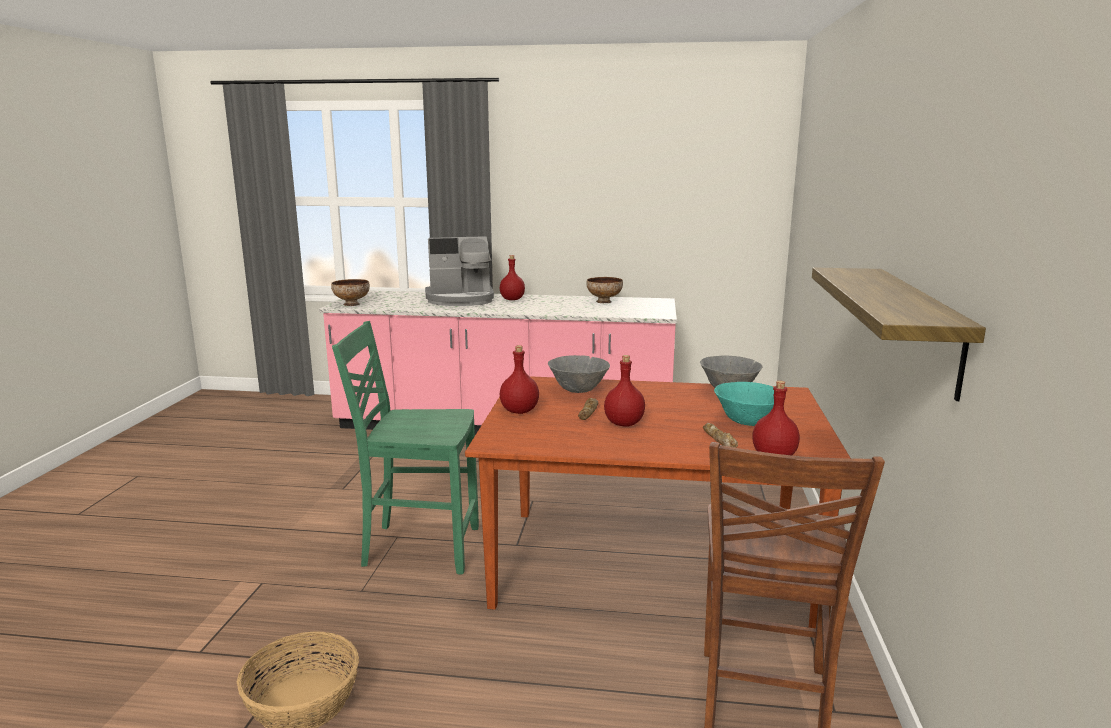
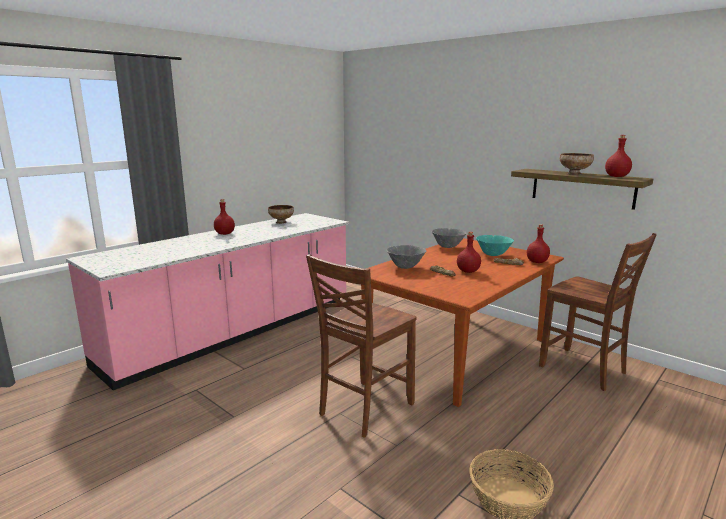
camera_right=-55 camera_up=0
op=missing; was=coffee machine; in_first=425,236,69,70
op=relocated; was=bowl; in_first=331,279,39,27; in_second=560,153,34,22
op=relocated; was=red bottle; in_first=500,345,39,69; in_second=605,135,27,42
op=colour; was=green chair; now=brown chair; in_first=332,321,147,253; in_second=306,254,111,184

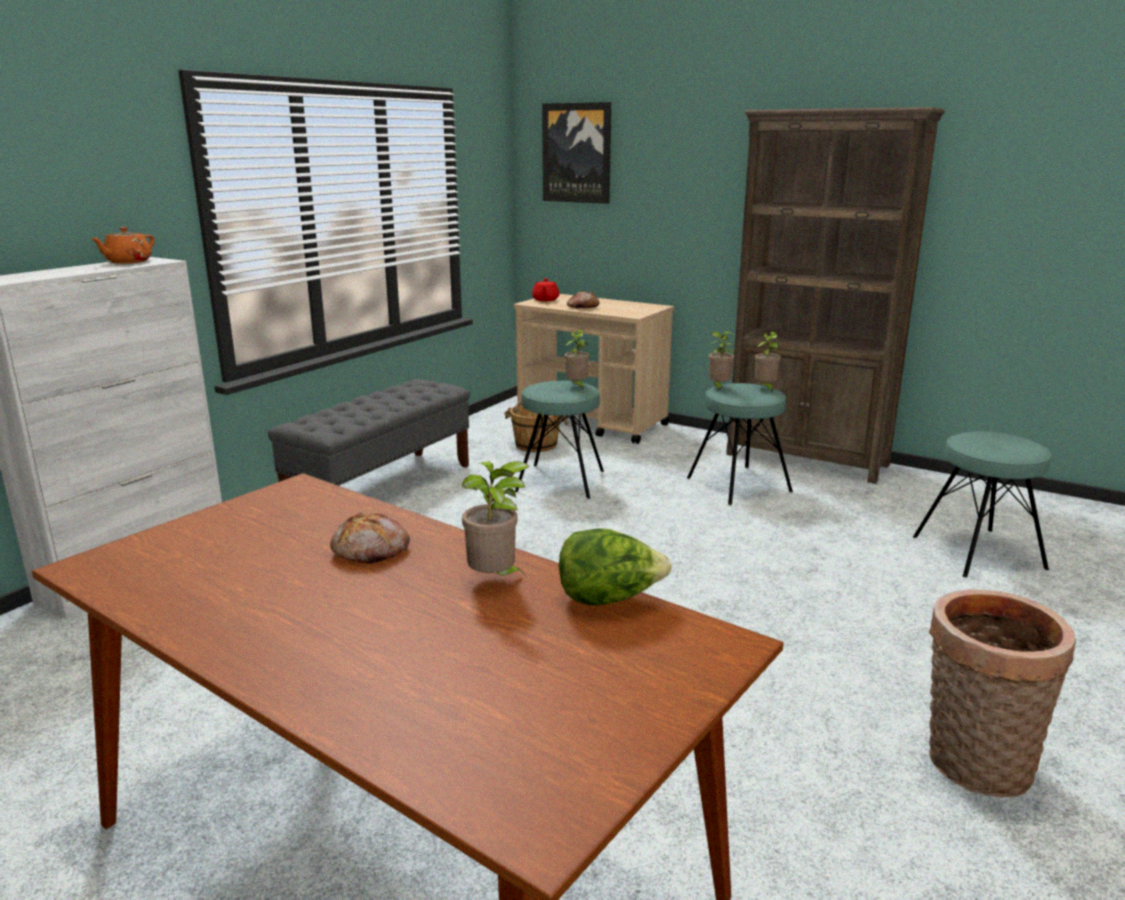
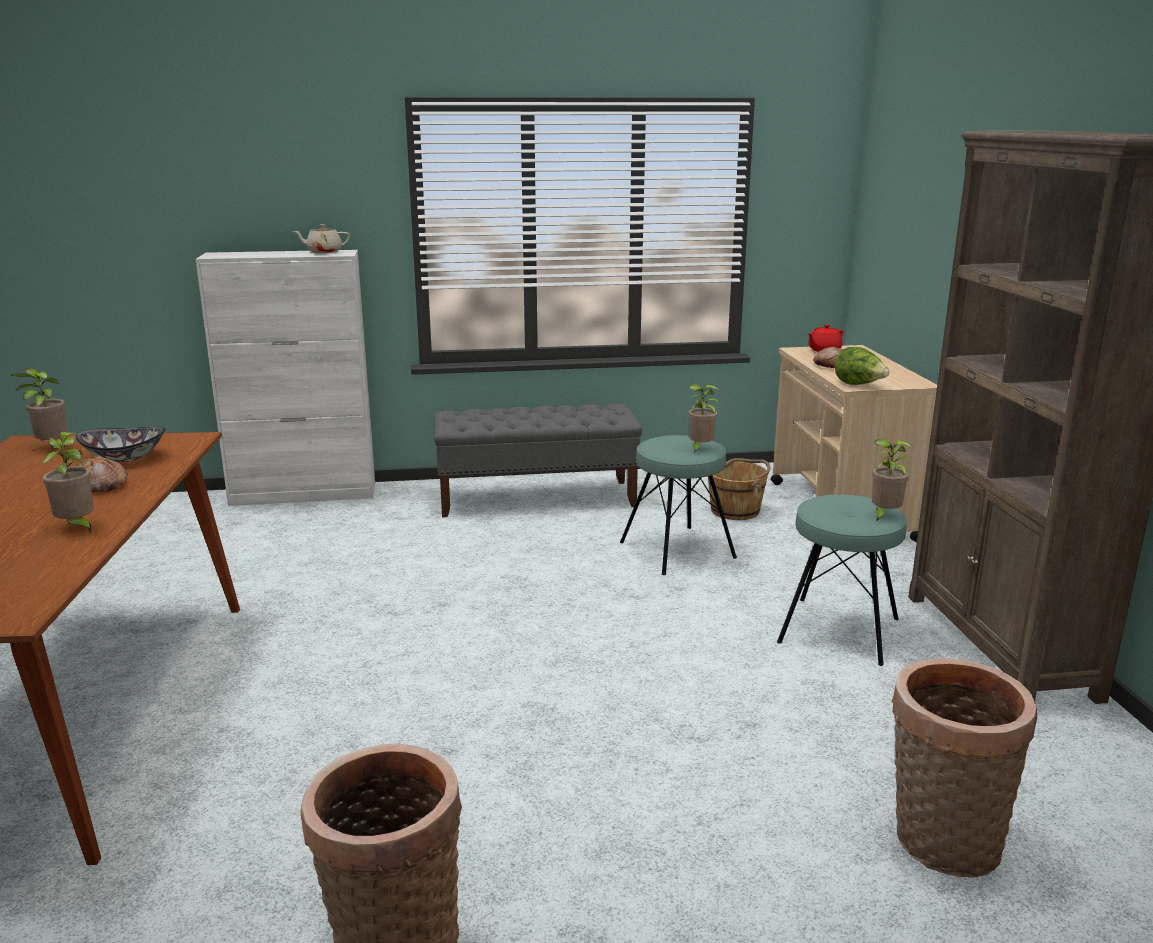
camera_right=50 camera_up=0
op=missing; was=picture; in_first=542,102,69,102
op=appeared; now=bowl; in_second=76,427,89,35
op=relocated; was=lettuce; in_first=558,528,114,78; in_second=835,347,55,38
op=relocated; was=potted plant; in_first=709,331,26,60; in_second=11,368,57,79
op=exchanged; was=turquoise stool; now=basket; in_first=913,431,138,146; in_second=891,658,146,220
op=colour; was=orange teapot; now=beige teapot; in_first=91,227,63,37; in_second=293,224,57,29

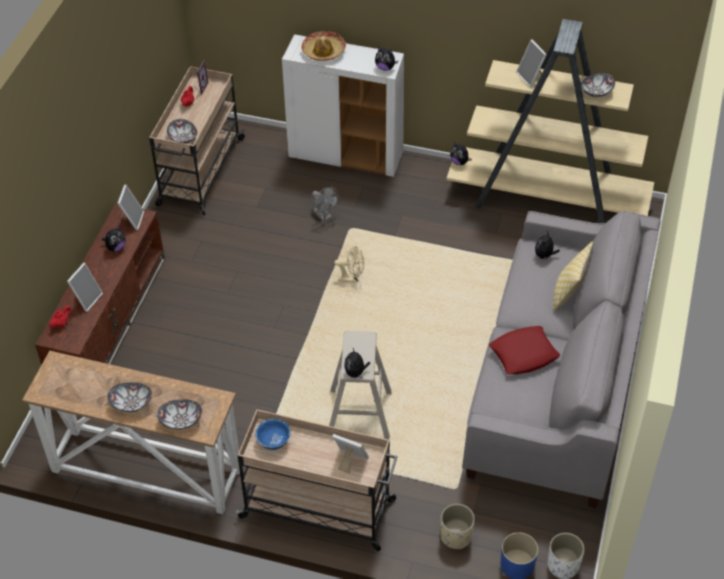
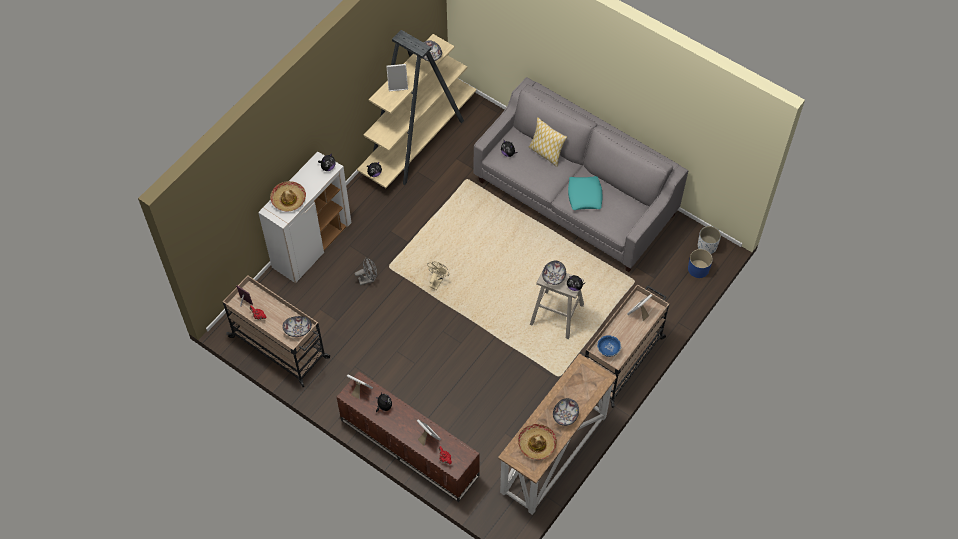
camera_right=-70 camera_up=10
op=missing; was=beige planter; in_first=441,504,34,46
op=appeared; now=hat; in_second=518,424,39,36
op=relocated; was=bowl; in_first=157,399,45,31; in_second=542,261,24,24
op=colour; was=red pillow; now=turquoise pillow; in_first=489,326,71,49; in_second=568,176,35,34

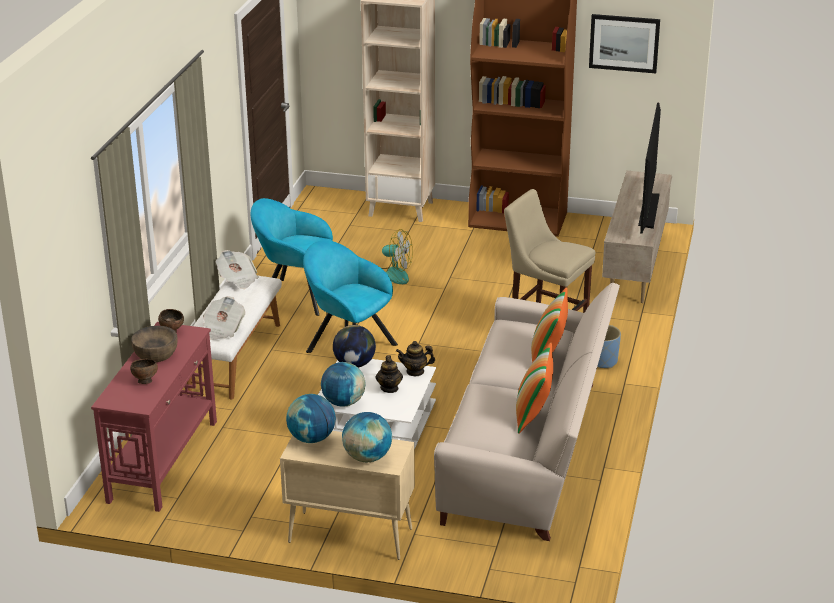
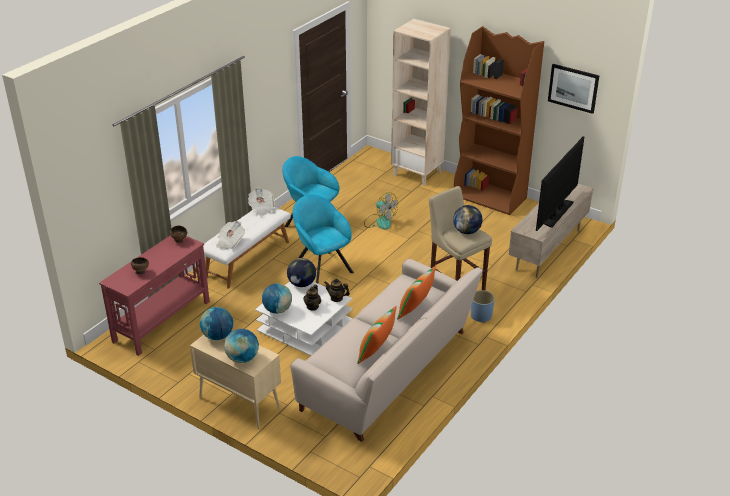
camera_right=20 camera_up=5
op=missing; was=brown bowl; in_first=131,326,47,36
op=appeared; now=globe; in_second=453,205,30,29

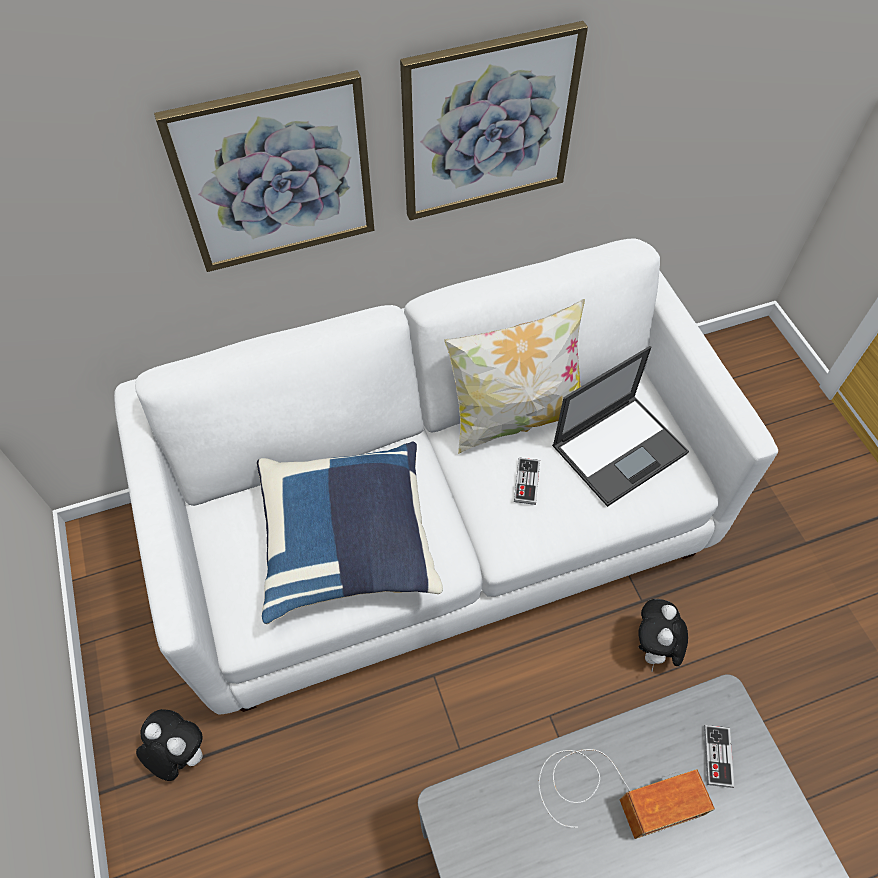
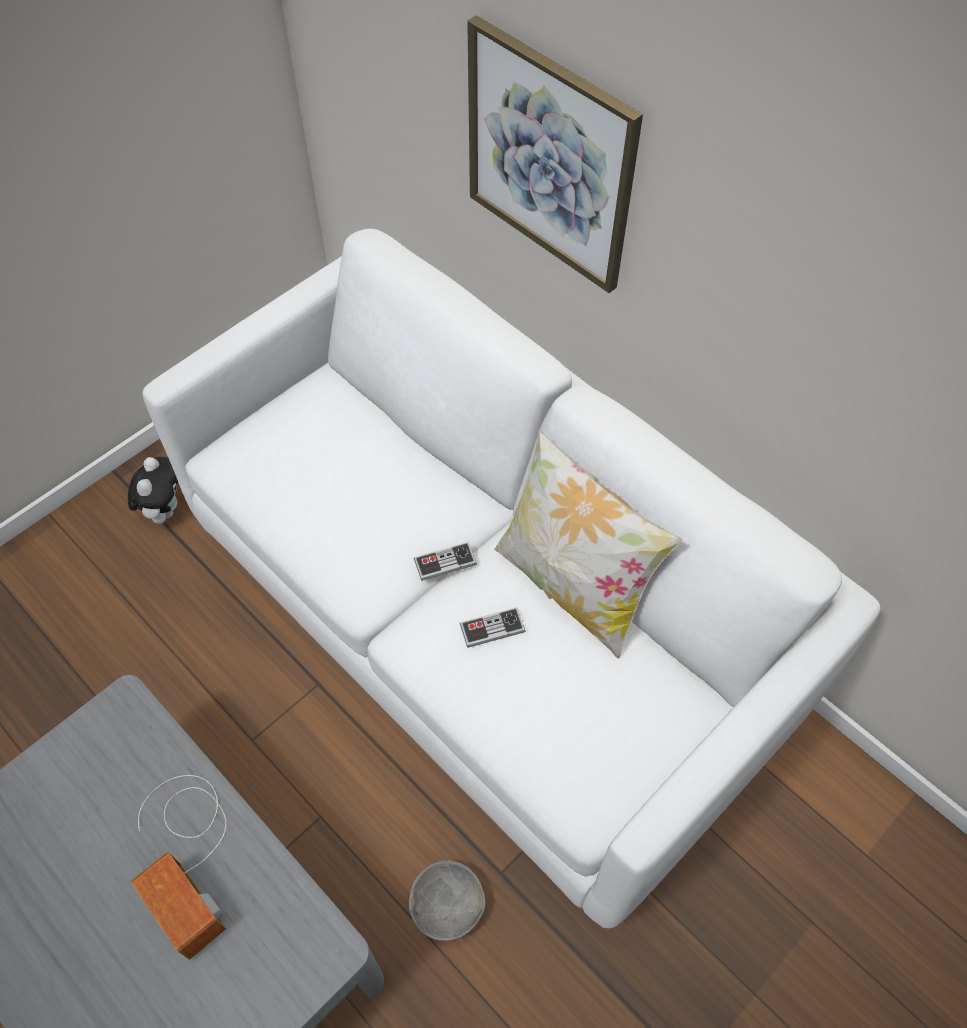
camera_right=65 camera_up=0
op=missing; was=blue pillow; in_first=257,441,186,183
op=missing; was=picture; in_first=400,21,188,199
op=missing; was=laptop; in_first=552,346,137,161
op=relocated; was=game controller; in_first=704,725,30,63; in_second=414,542,63,39
op=exchanged; was=plush toy; now=grey bowl; in_first=638,599,50,73; in_second=409,860,76,81

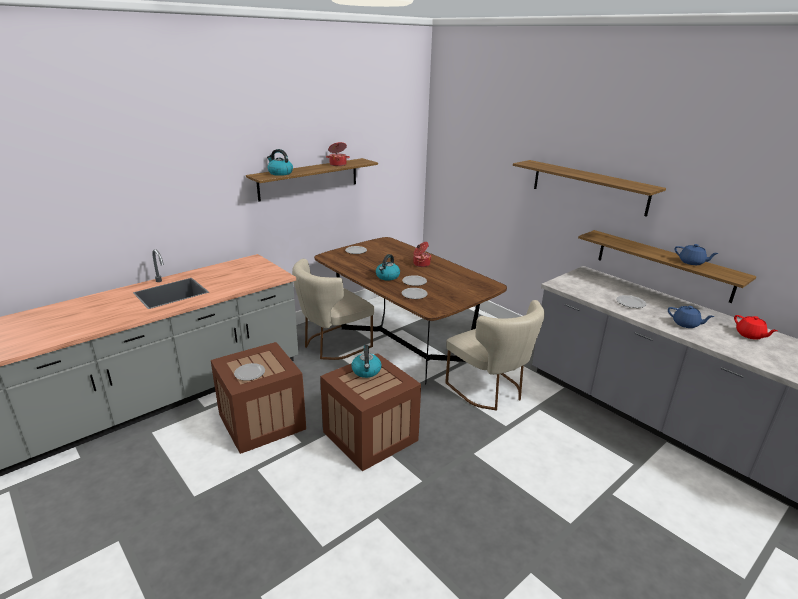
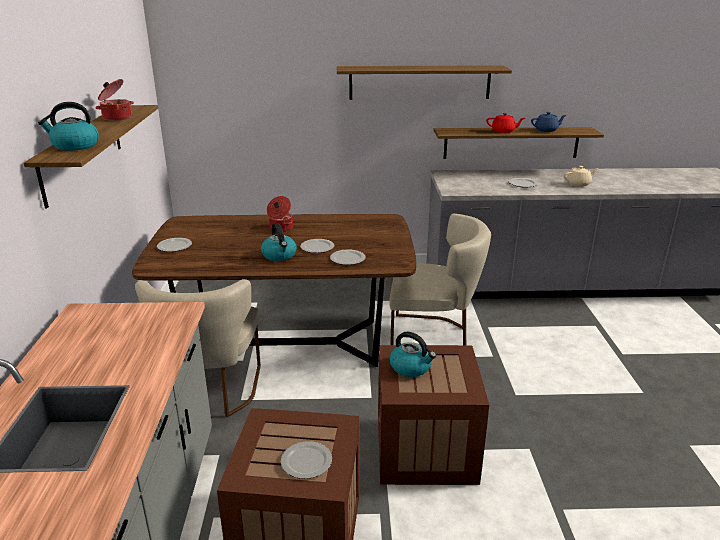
camera_right=-50 camera_up=0
op=relocated; was=red teapot; in_first=734,315,43,25; in_second=486,113,39,20
op=colour; was=blue teapot; now=beige teapot; in_first=668,306,46,22; in_second=564,166,35,21

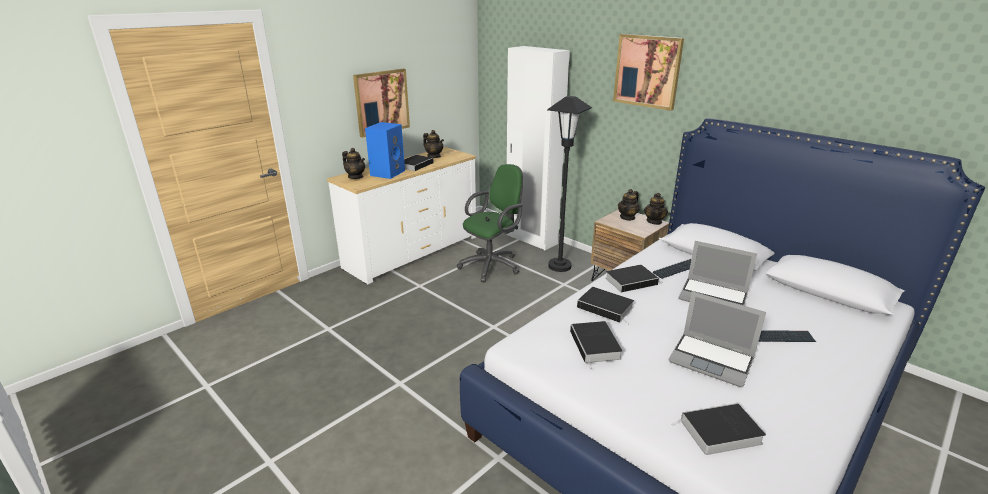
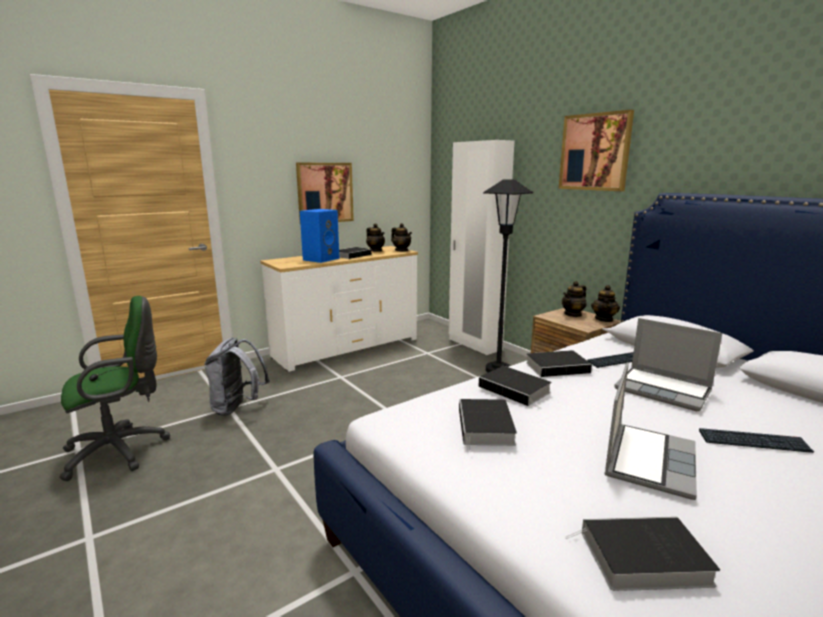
camera_right=10 camera_up=-10
op=appeared; now=grey backpack; in_second=204,338,66,78
op=relocated; was=teapot; in_first=342,148,23,31; in_second=391,223,21,28
op=relocated; was=green office chair; in_first=457,164,66,118; in_second=59,296,111,185
op=spun; was=laptop; in_first=668,291,98,96; in_second=605,362,92,138; clockwise=-105

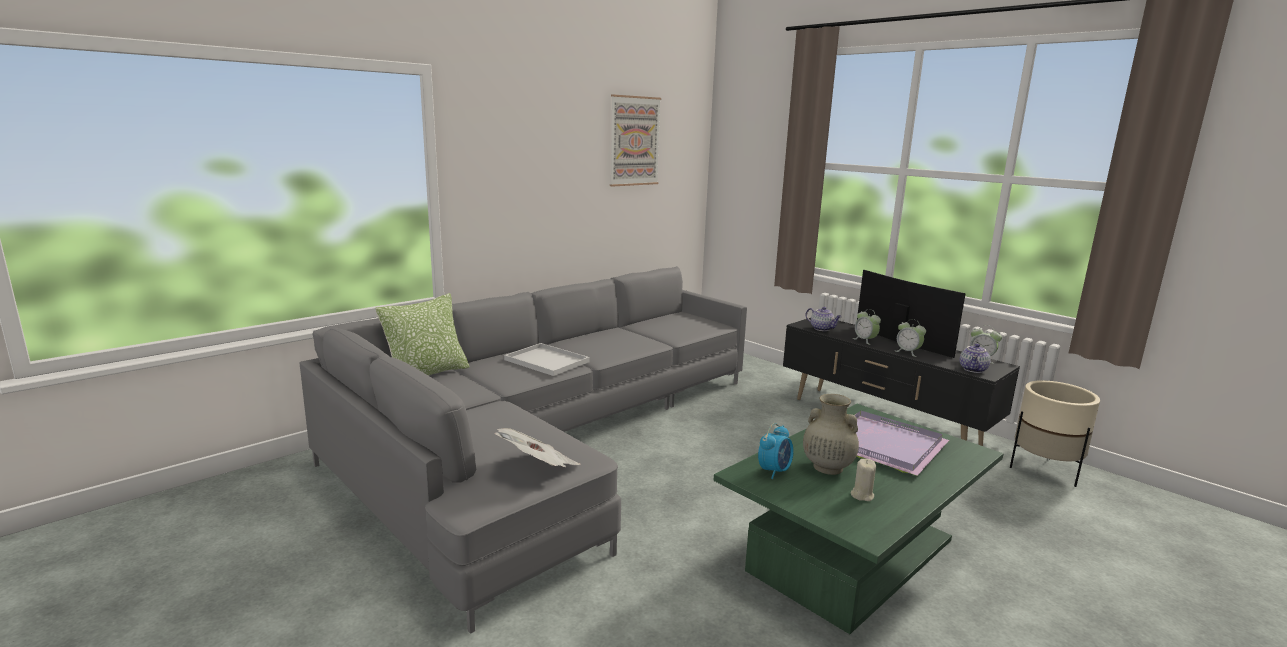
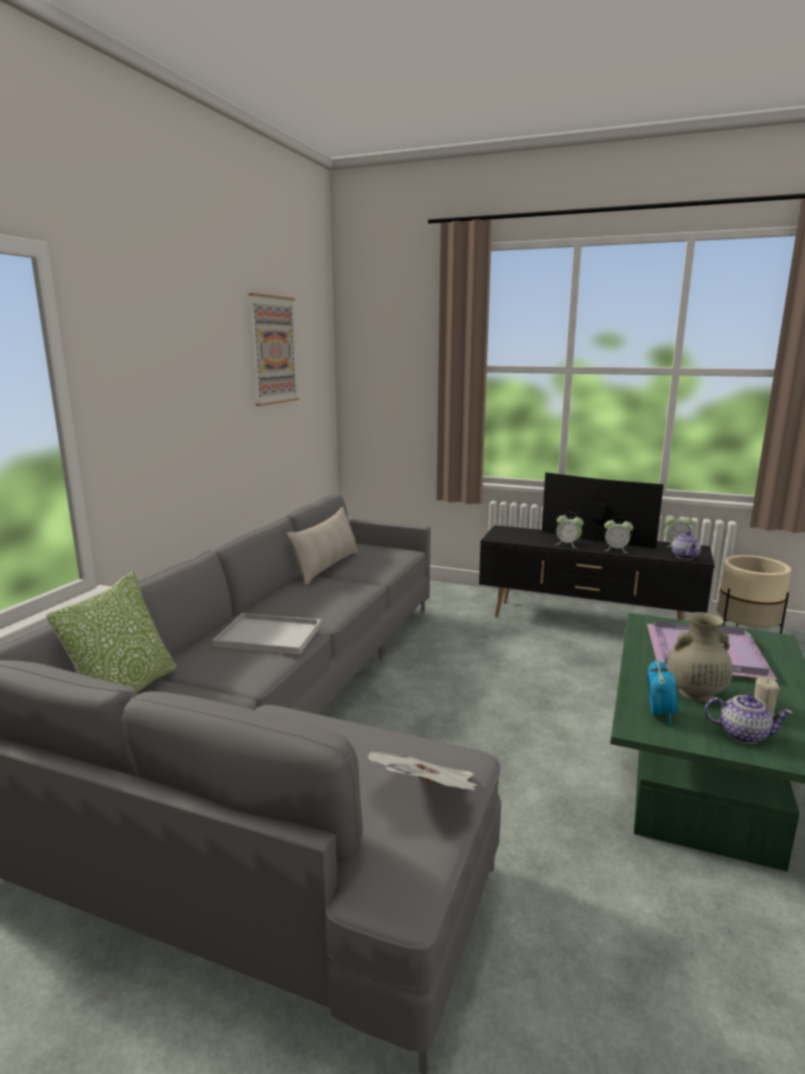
camera_right=-25 camera_up=0
op=appeared; now=beige pillow; in_second=287,507,71,78
op=relocated; was=teapot; in_first=806,307,36,24; in_second=705,694,88,50

